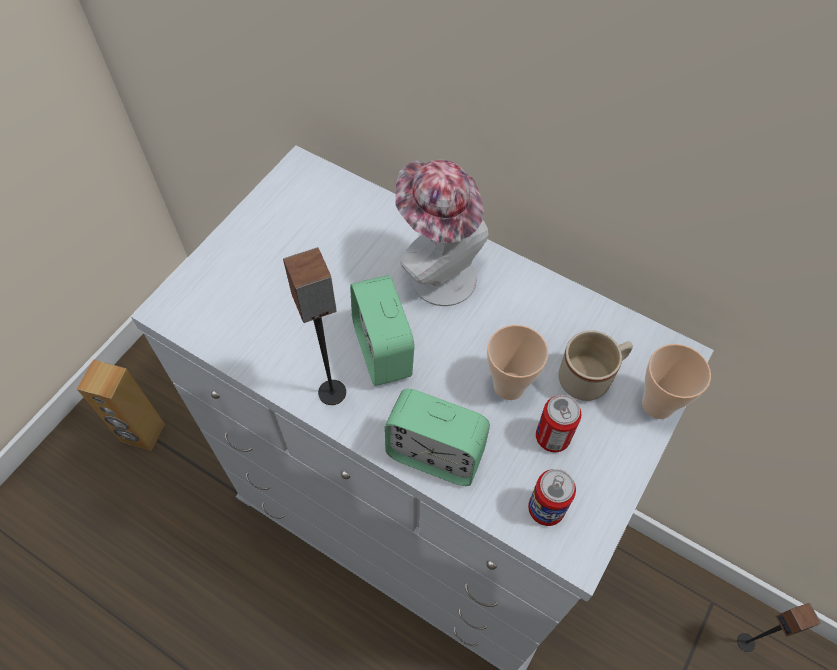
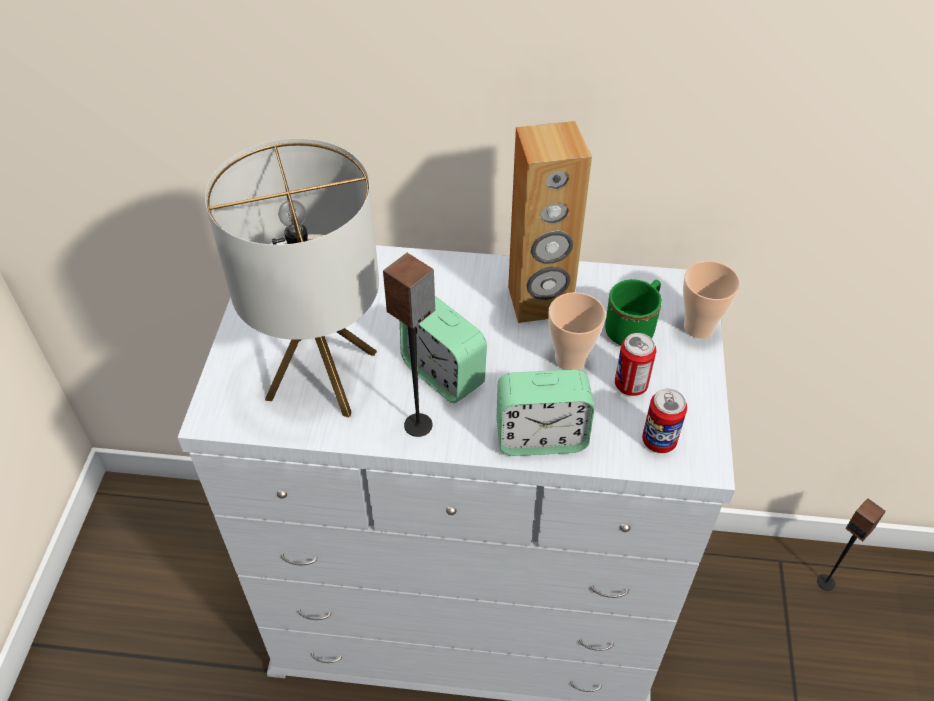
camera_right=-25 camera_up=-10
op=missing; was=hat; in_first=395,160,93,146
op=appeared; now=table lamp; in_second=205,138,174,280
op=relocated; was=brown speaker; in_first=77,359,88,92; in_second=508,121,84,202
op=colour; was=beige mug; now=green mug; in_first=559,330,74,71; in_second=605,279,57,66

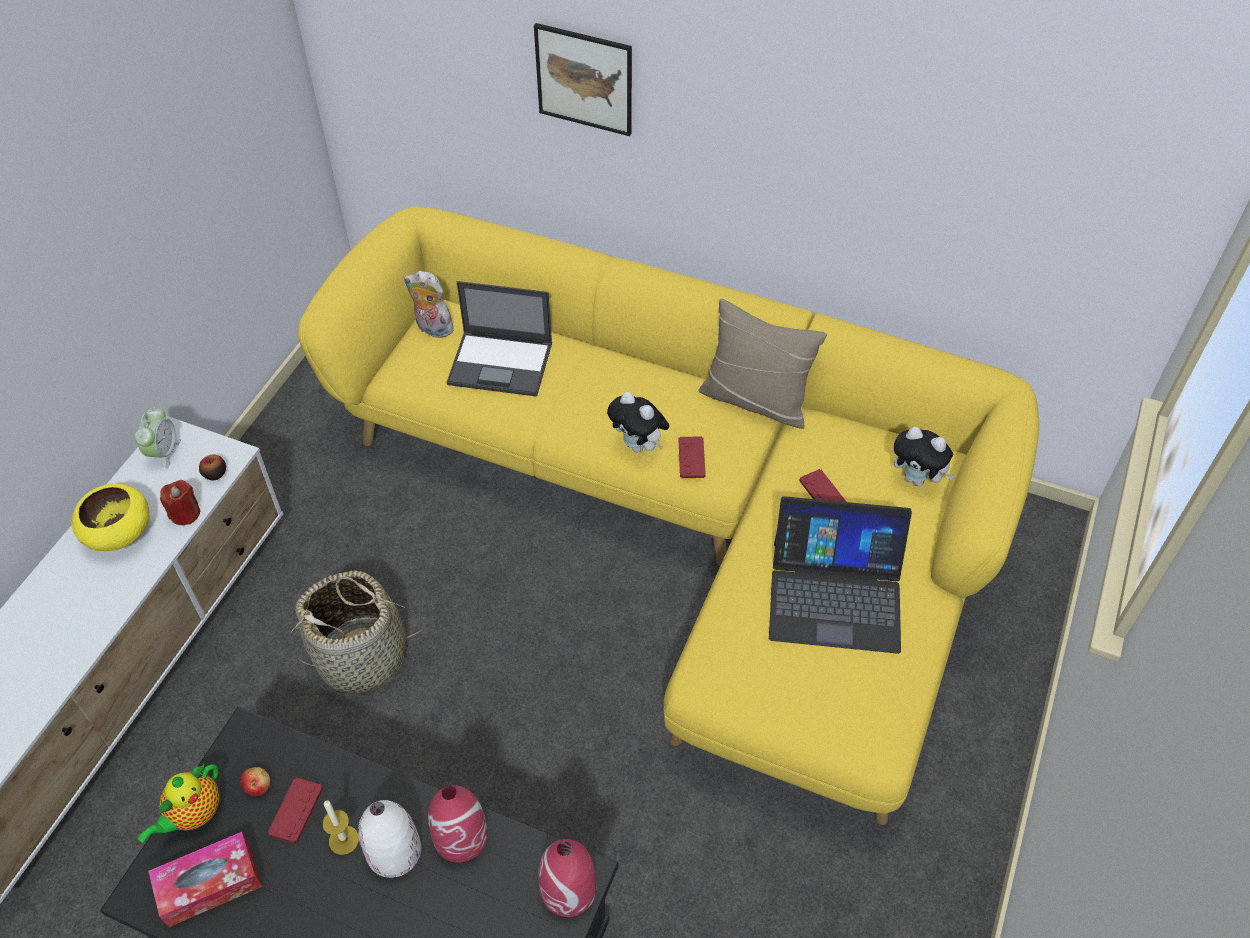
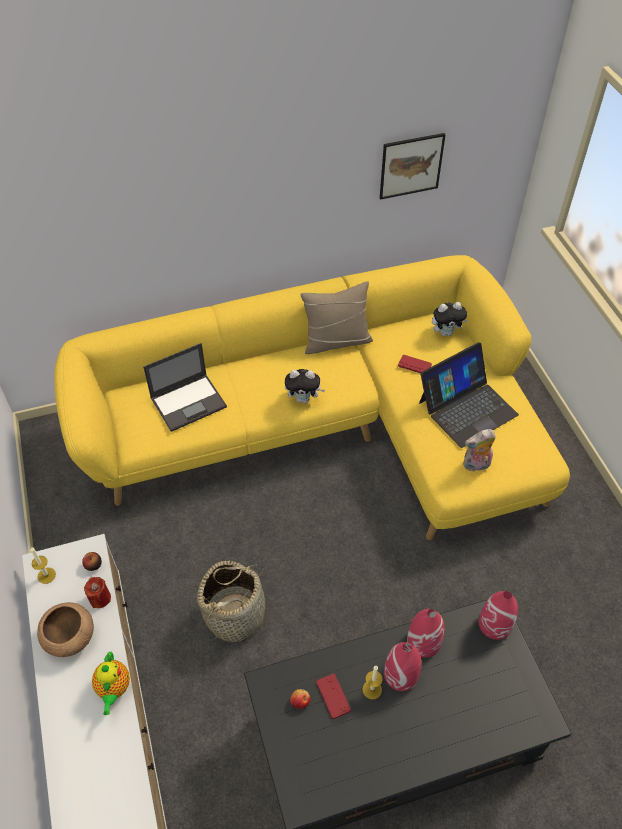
camera_right=-40 camera_up=0
op=missing; was=tissue box; in_first=148,832,114,95
op=missing; was=red game controller; in_first=679,437,27,41
op=relocated; was=teapot; in_first=137,764,83,79; in_second=92,652,38,63
op=relocated; was=plush toy; in_first=404,271,50,67; in_second=463,429,33,43
op=relocated; was=picture; in_first=534,23,98,113; in_second=380,133,66,66
op=exchanged; was=alarm clock; now=candle; in_first=135,407,46,62; in_second=30,547,26,37
op=colour; was=yellow bowl; now=brown bowl; in_first=71,483,78,68; in_second=37,602,57,55
op=colour; was=white vase; now=red vase; in_first=358,800,63,78; in_second=384,642,38,49

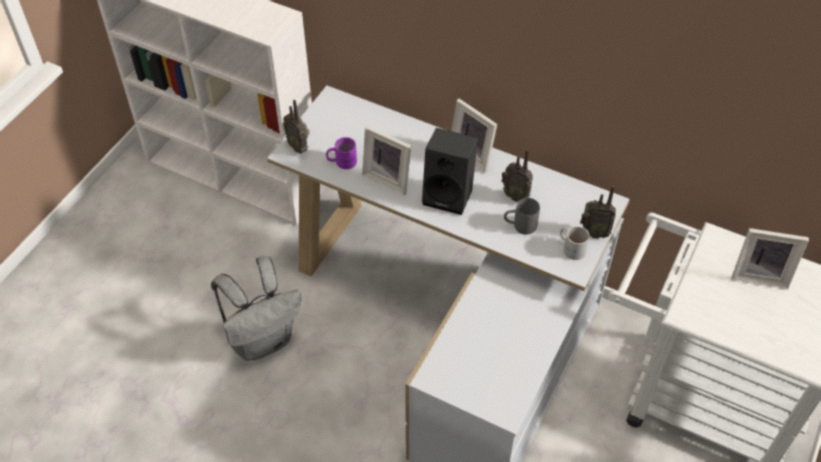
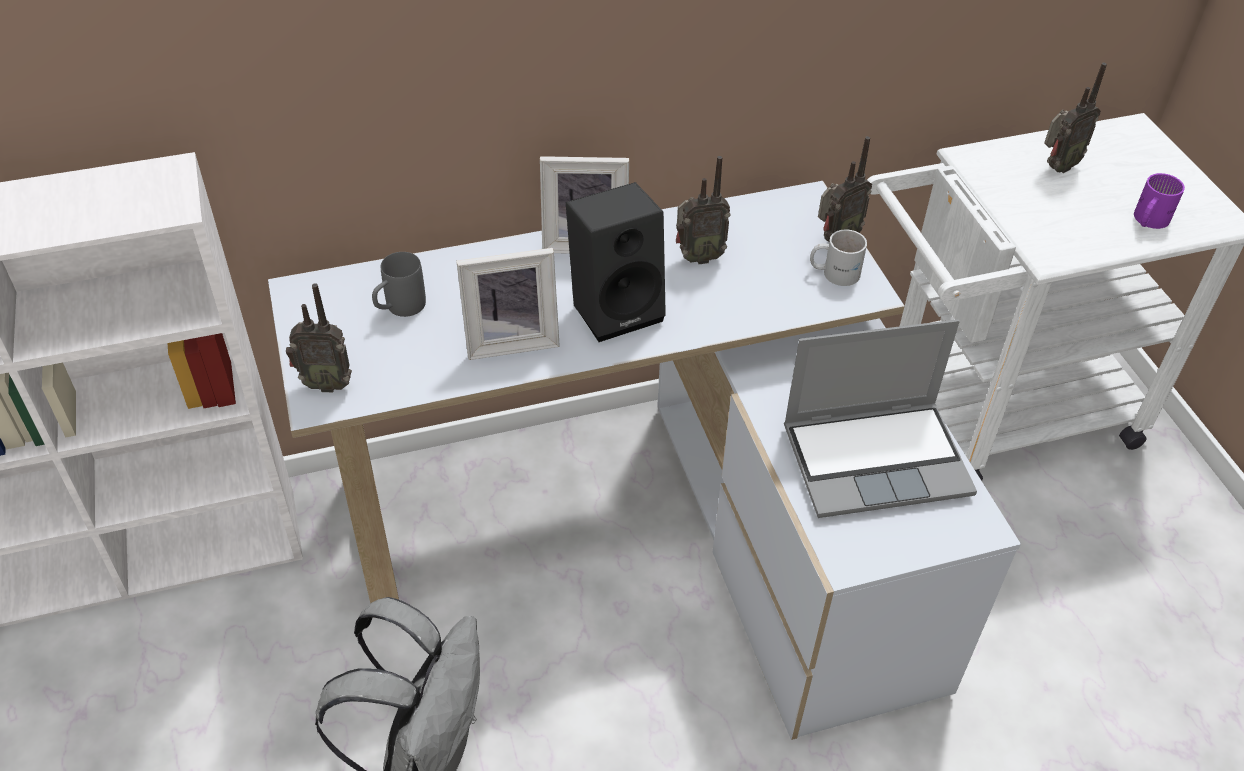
camera_right=-45 camera_up=-5
op=appeared; now=laptop; in_second=784,319,193,199
op=relocated; was=purple mug; in_first=326,137,31,32; in_second=1134,173,51,56
op=relocated; was=grey mug; in_first=504,198,36,37; in_second=372,252,54,65
op=exchanged; was=picture frame; now=radio; in_first=731,228,78,61; in_second=1044,63,63,110

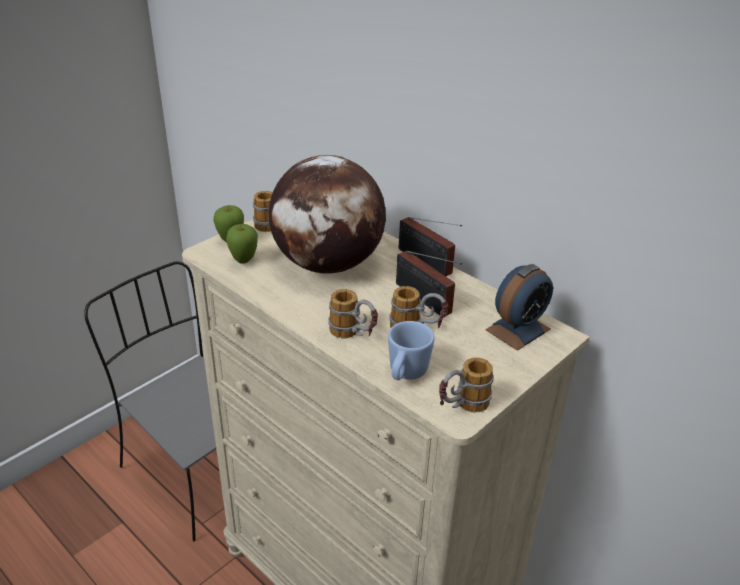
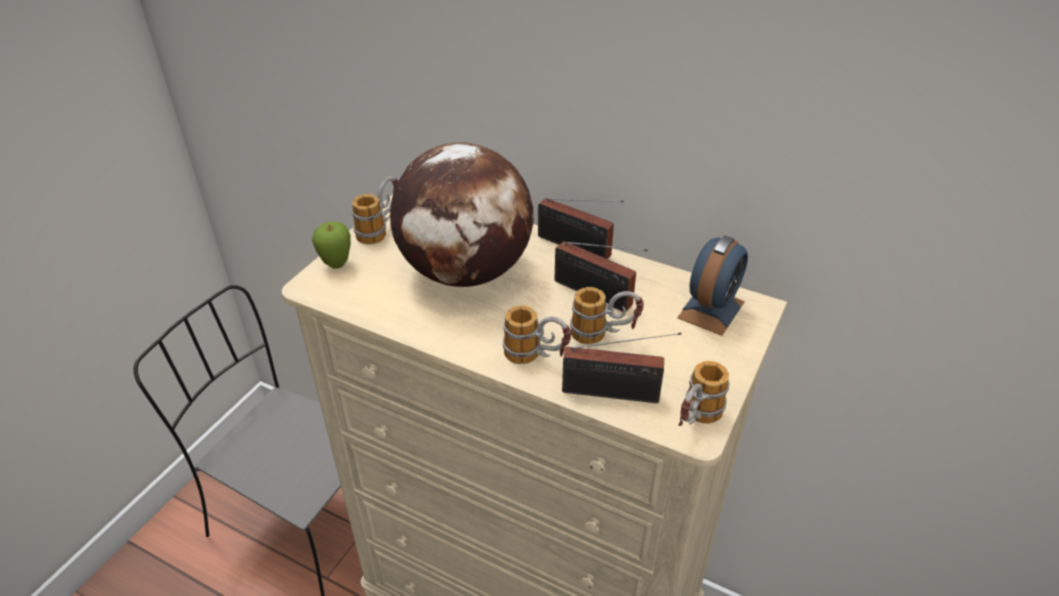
camera_right=-15 camera_up=5
op=missing; was=apple; in_first=226,224,32,40
op=exchanged; was=blue mug; now=radio; in_first=388,321,47,59; in_second=562,333,119,70

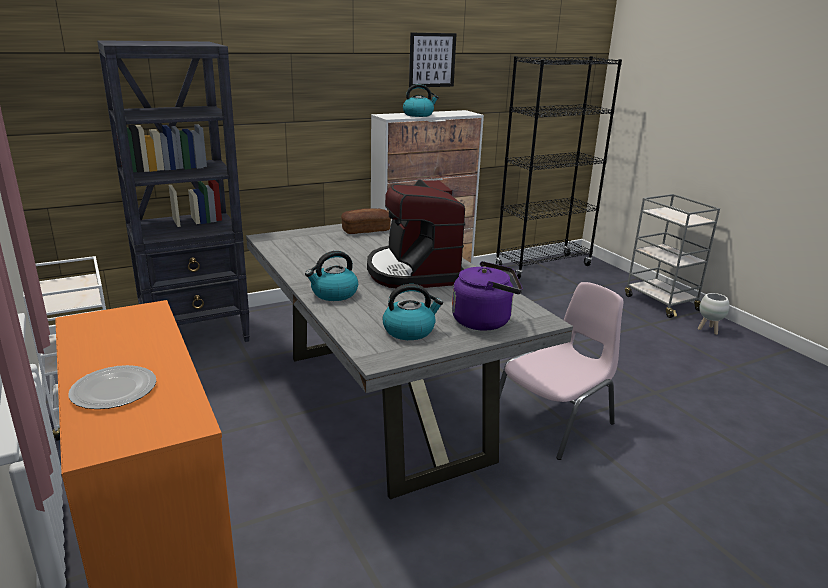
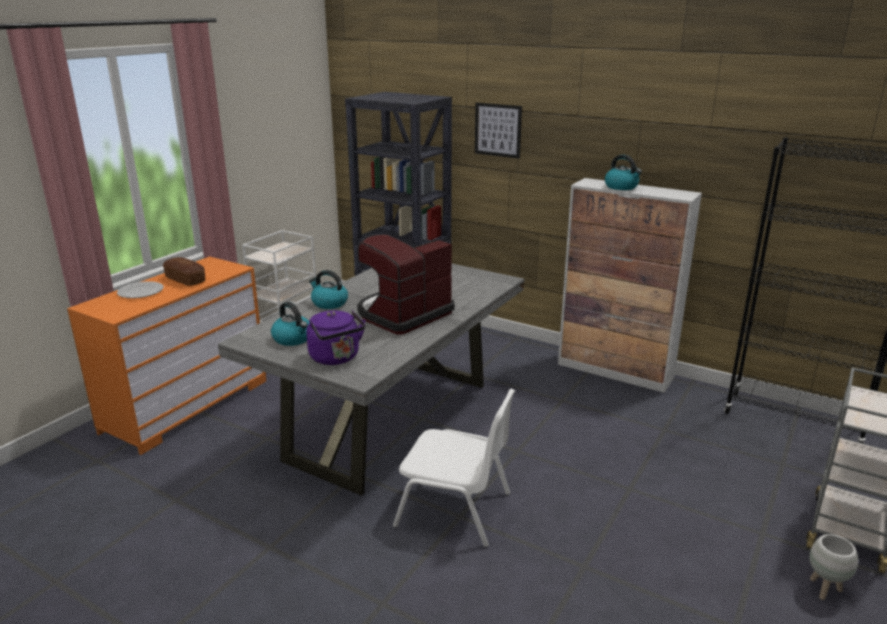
camera_right=60 camera_up=0
op=relocated; was=bread; in_first=341,208,50,26; in_second=163,257,42,29
op=relocated; was=picture; in_first=409,33,48,55; in_second=475,103,47,56
op=colour; was=pink chair; now=white chair; in_first=499,282,125,178; in_second=393,389,122,158

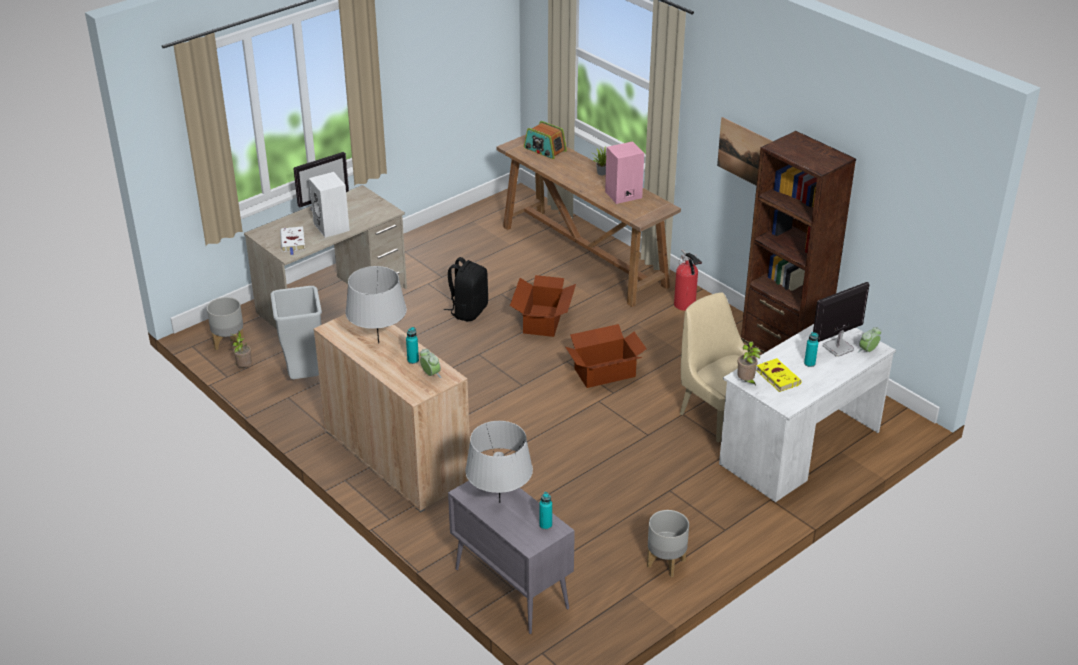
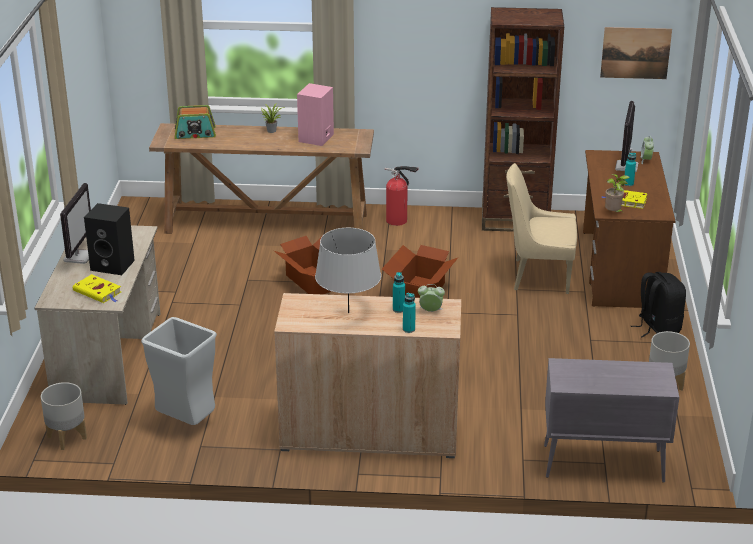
camera_right=-45 camera_up=-5
op=missing; was=potted plant; in_first=230,331,22,36
op=missing; was=grey table lamp; in_first=465,421,68,82
op=relocated; was=black backpack; in_first=444,257,44,64; in_second=631,272,55,65
op=relocated; was=turquoise bottle; in_first=540,492,12,38; in_second=403,293,13,40
op=relocated; was=picture; in_first=717,117,56,69; in_second=600,27,72,52
op=colour; was=white book; now=yellow book; in_first=280,226,25,29; in_second=73,274,48,29
op=colour; was=white speaker; now=black speaker; in_first=309,172,41,66; in_second=84,203,51,72
op=colour; was=white desk; now=brown desk; in_first=719,324,177,178; in_second=583,150,92,158

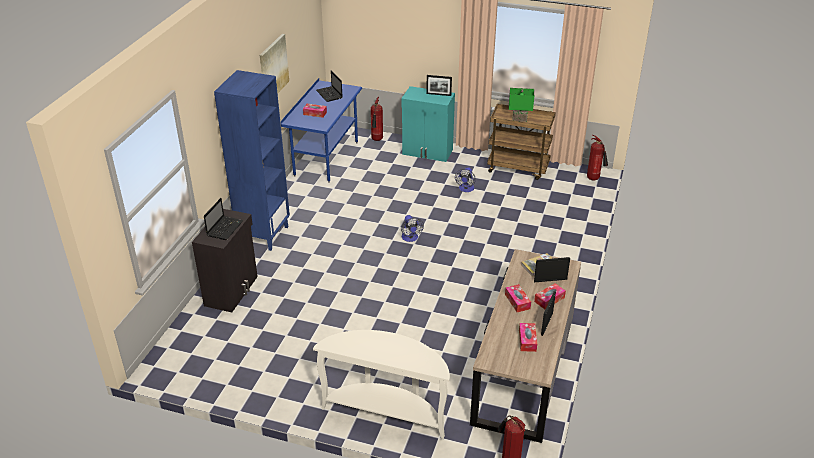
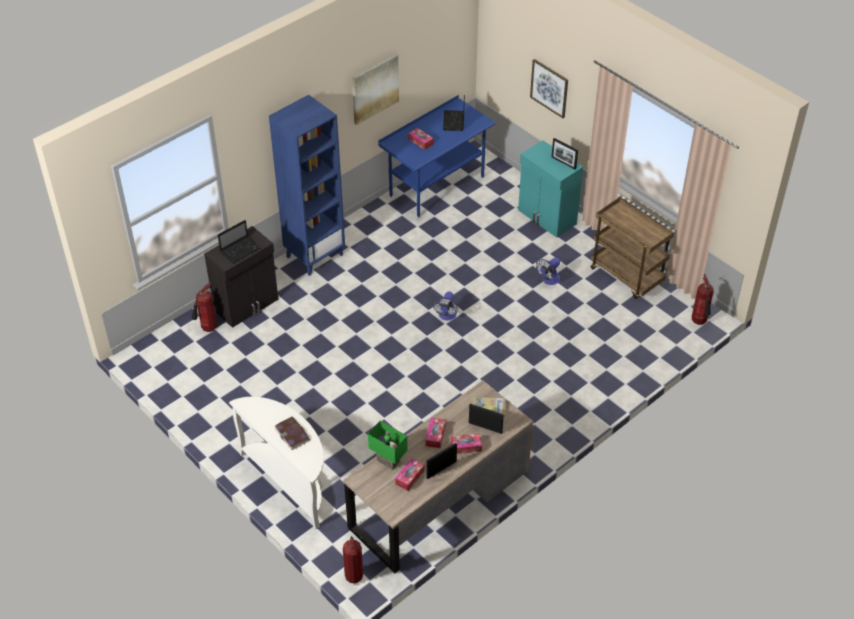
camera_right=30 camera_up=10
op=appeared; now=book; in_second=275,417,35,33
op=appeared; now=picture; in_second=530,59,38,59
op=relocated; was=fire extinguisher; in_first=371,97,12,44; in_second=191,283,26,49
op=relocated; was=green table lamp; in_first=509,88,25,34; in_second=368,421,40,49

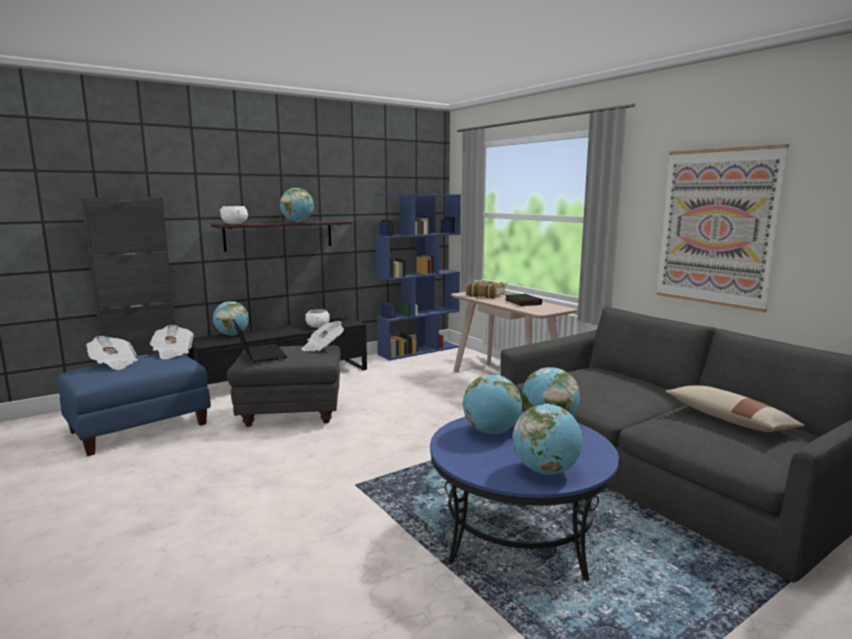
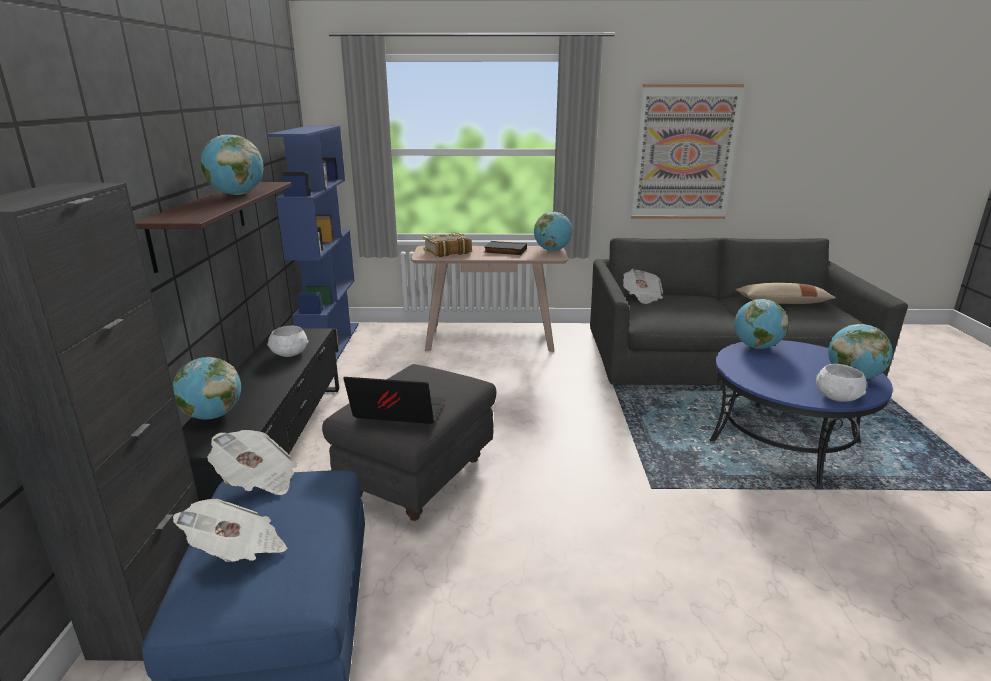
camera_right=-55 camera_up=10
op=relocated; was=white bowl; in_first=220,206,28,18; in_second=816,364,51,38
op=relocated; was=newspaper; in_first=301,321,43,30; in_second=623,268,40,36
op=relocated; was=globe; in_first=463,374,59,60; in_second=534,212,38,39

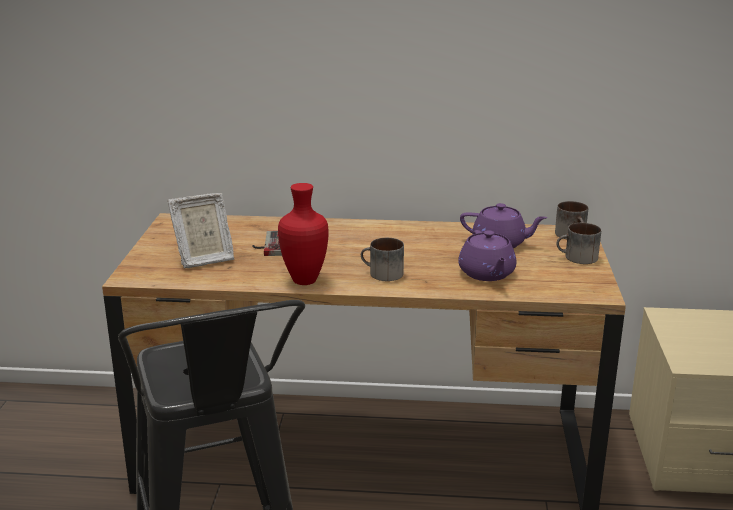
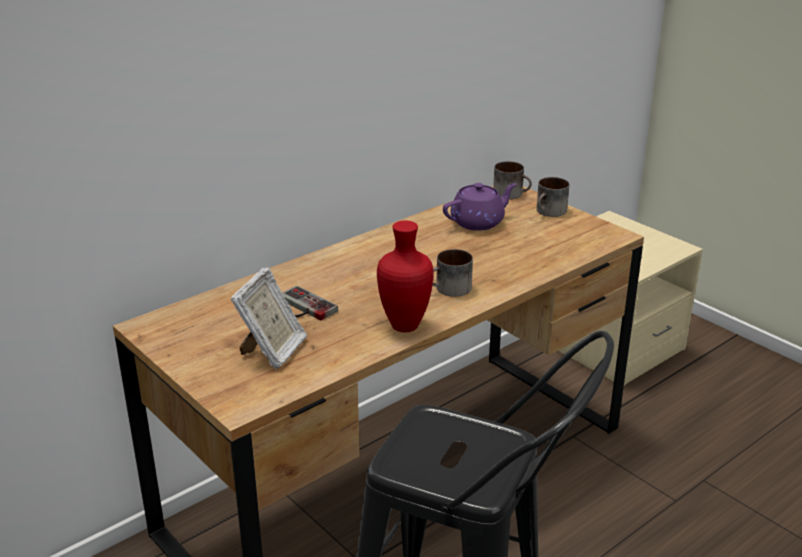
camera_right=-45 camera_up=5
op=missing; was=purple teapot; in_first=458,230,59,51

